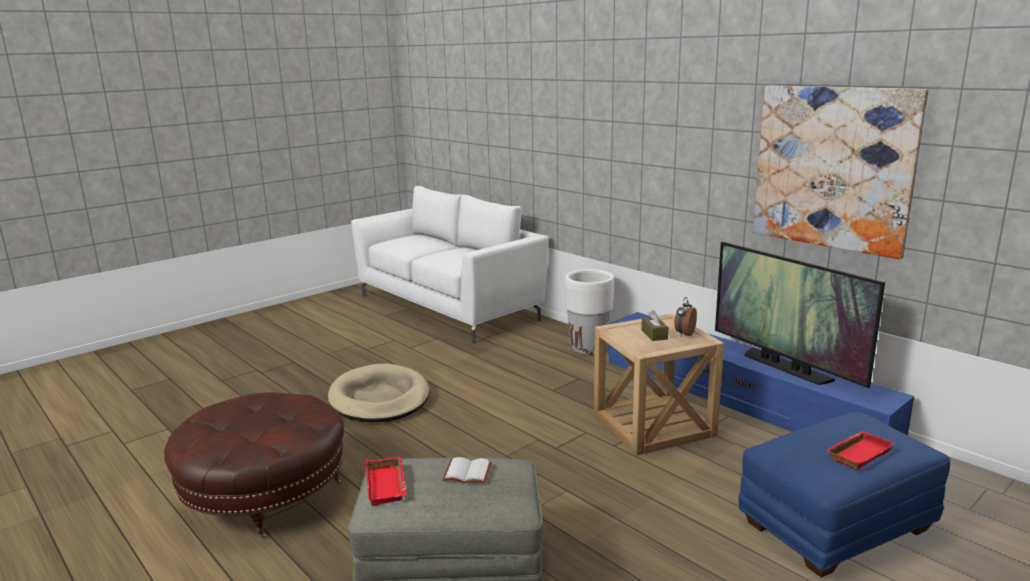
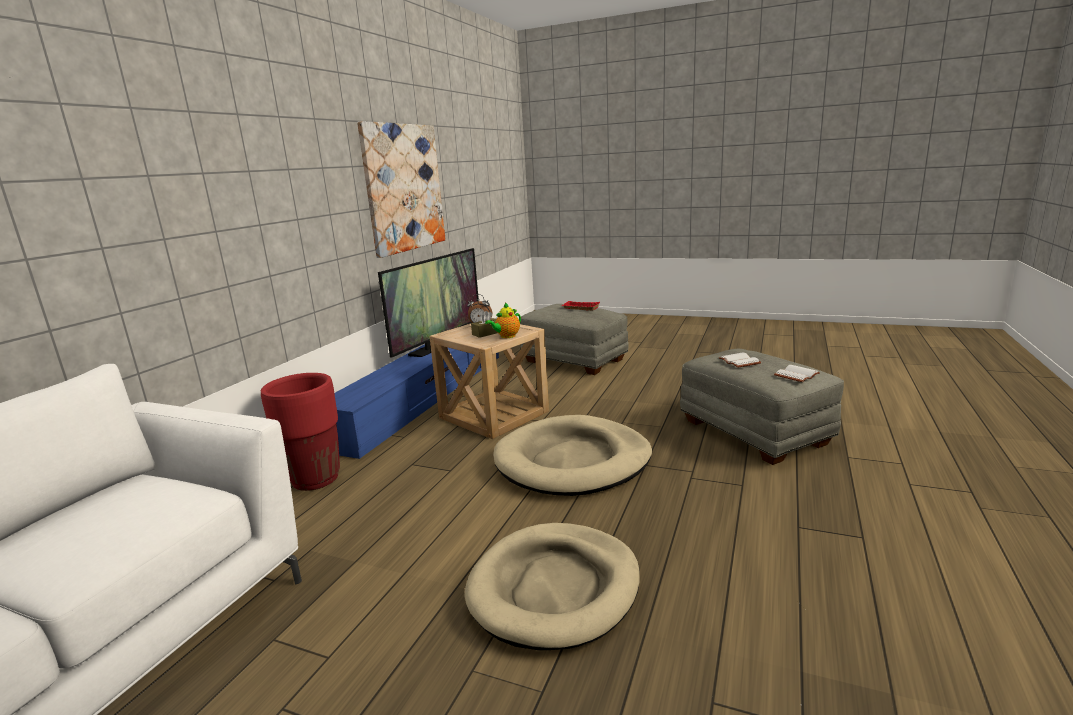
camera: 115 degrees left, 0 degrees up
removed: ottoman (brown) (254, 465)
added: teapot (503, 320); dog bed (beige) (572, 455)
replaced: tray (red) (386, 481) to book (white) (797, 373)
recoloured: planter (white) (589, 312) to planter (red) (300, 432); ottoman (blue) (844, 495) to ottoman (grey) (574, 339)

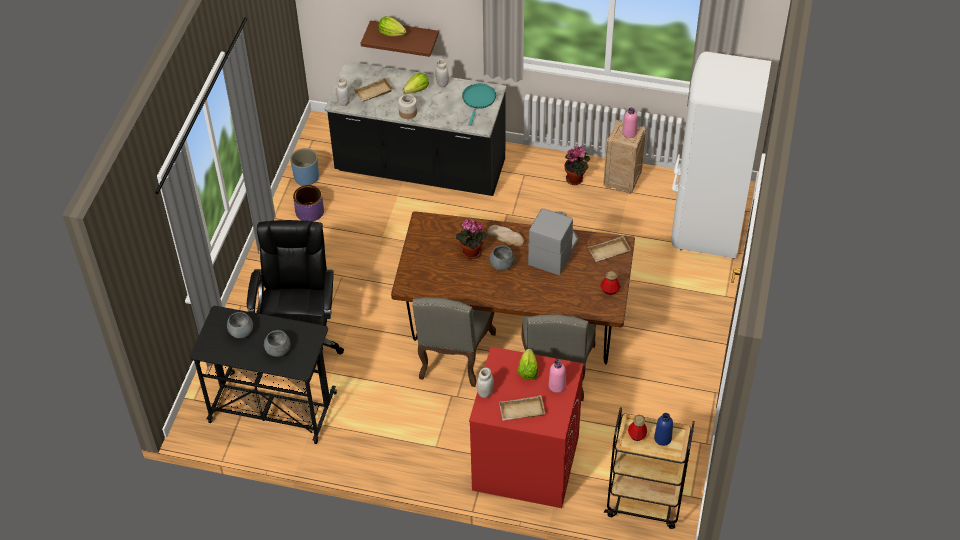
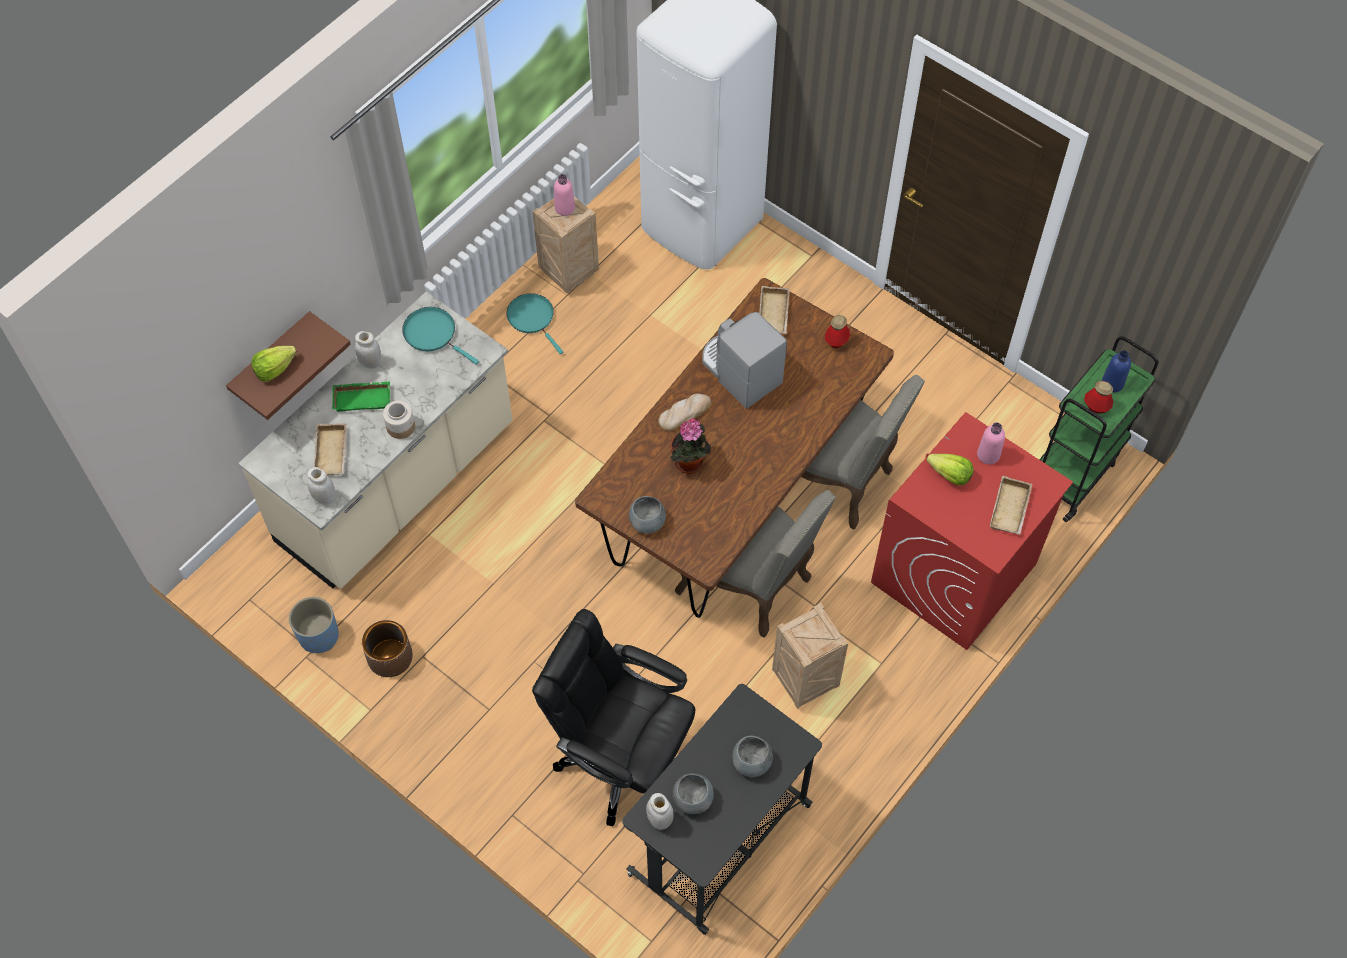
camera: 65 degrees left, 10 degrees up
added: crate (810, 656)
moved: jar (white) (485, 382) to (659, 811); bowl (grey) (502, 257) to (647, 515)
replaced: lettuce (416, 83) to tray (green) (361, 396); potted plant (577, 165) to frying pan (turquoise) (535, 323)
recoloured: planter (purple) (308, 203) to planter (brown) (387, 648); counter (black) (415, 128) to counter (beige) (375, 440); cart (brown) (649, 468) to cart (green) (1099, 429)

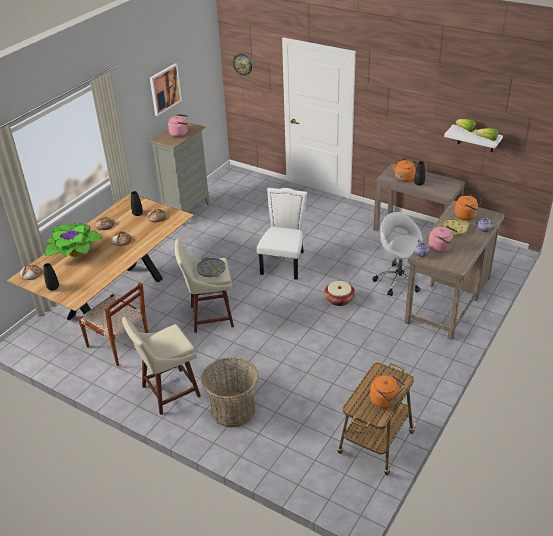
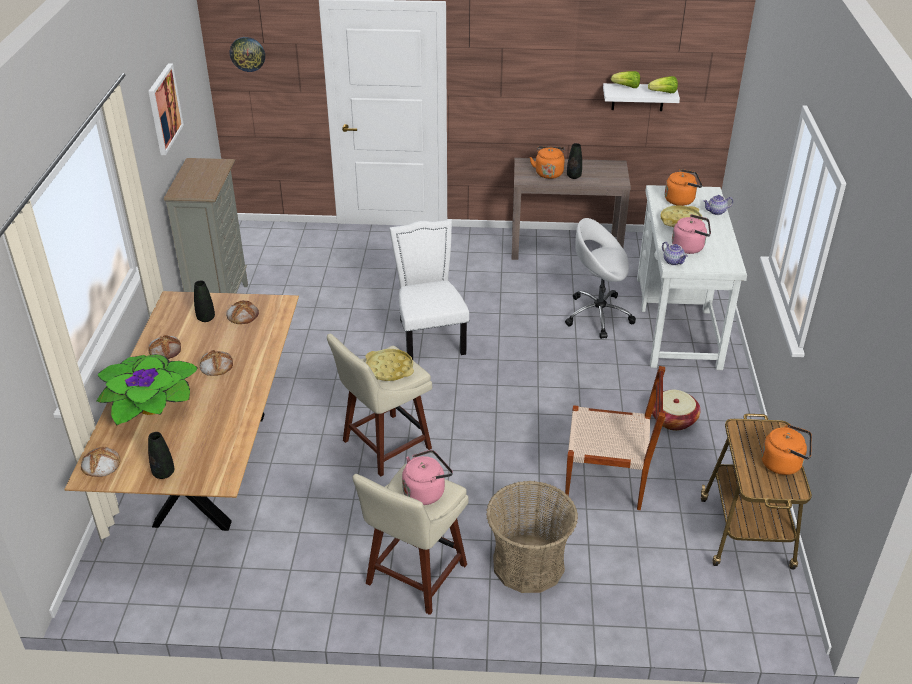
camera: 30 degrees left, 0 degrees up
moved: chair (113, 324) to (615, 438); kettle (pink) (178, 125) to (427, 477); basket (339, 293) to (676, 410)
recoloured: tray (grey) (211, 267) to tray (yellow) (389, 365); desk (brown) (454, 270) to desk (white) (692, 277)

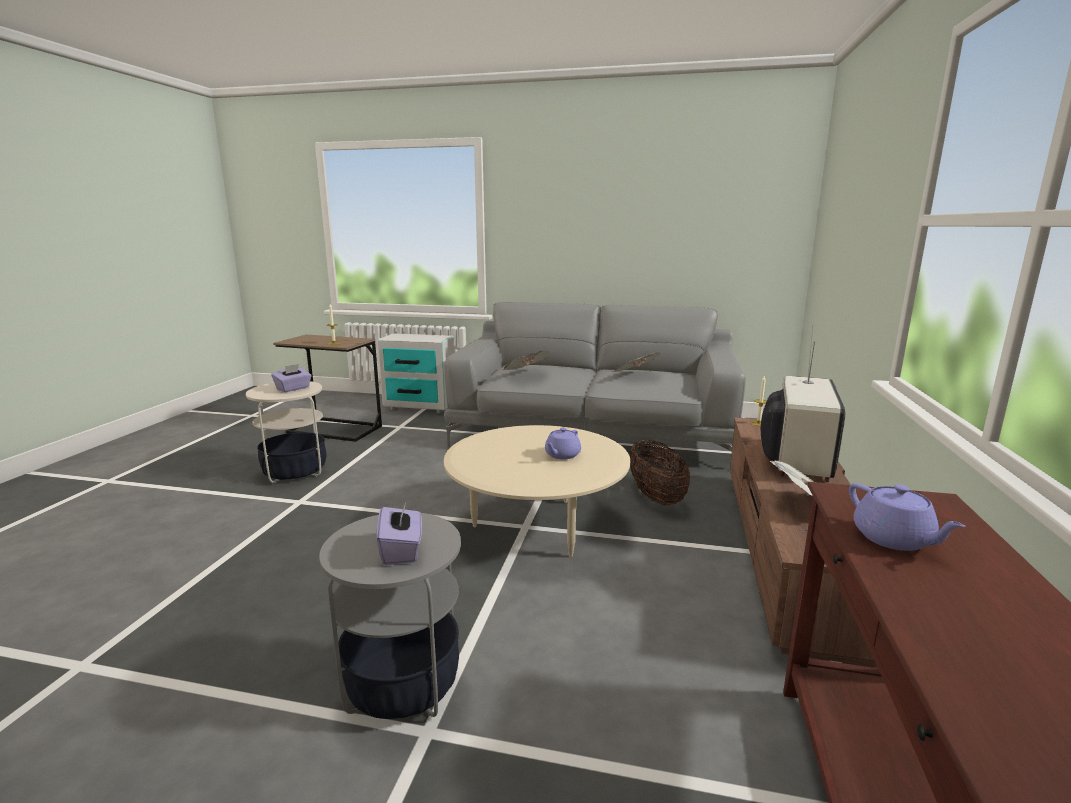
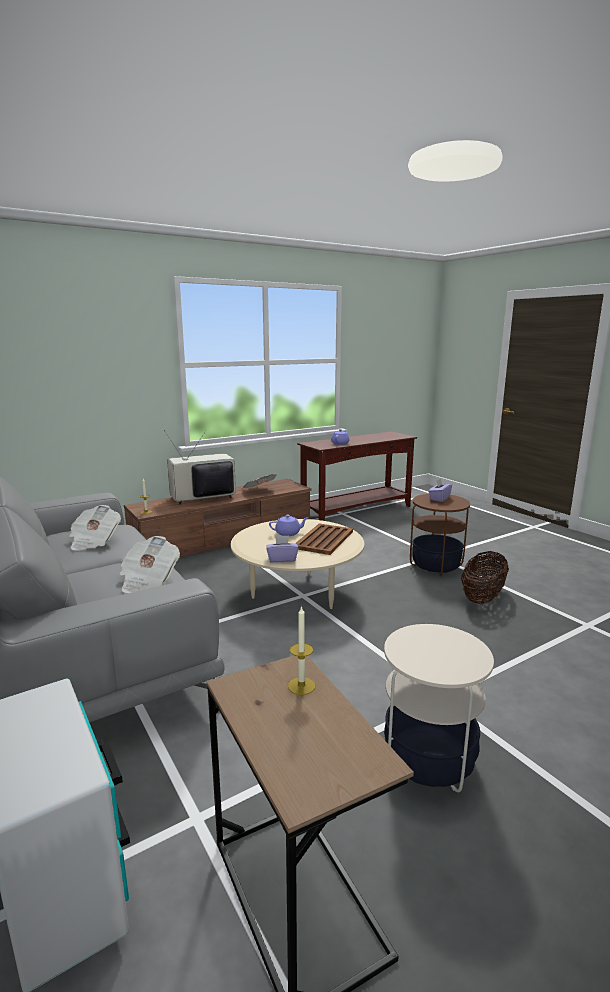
camera: 135 degrees left, 0 degrees up
added: tray (brown) (324, 539)
moved: tissue box (purple) (292, 378) to (282, 549); basket (660, 473) to (485, 577)
recoloured: side table (grey) (390, 616) to side table (brown) (440, 535)

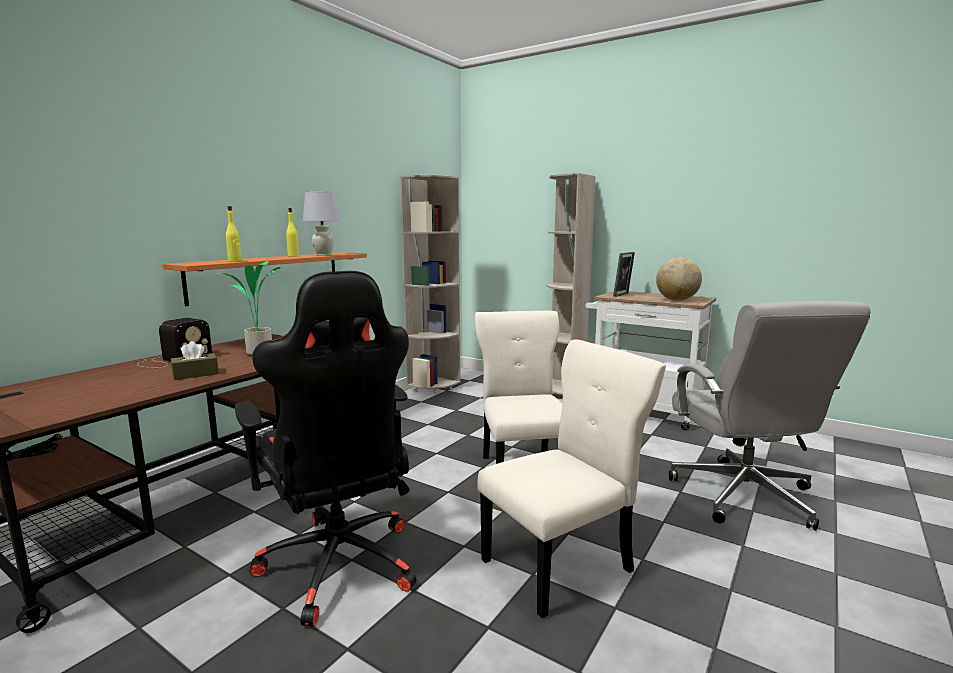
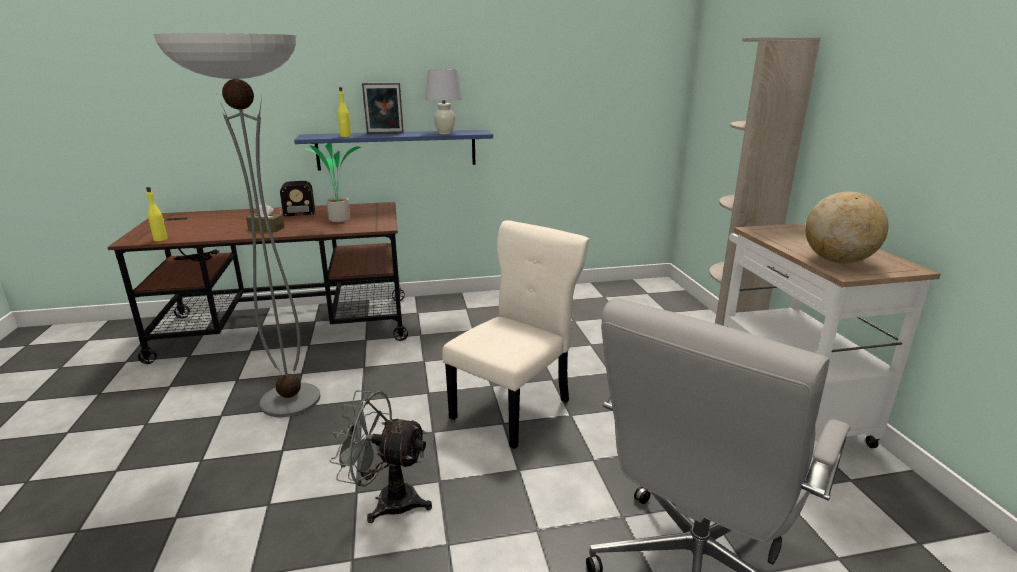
camera: 45 degrees right, 10 degrees up
removed: bookcase (beige) (430, 284)
moved: bottle (yellow) (292, 232) to (157, 214); picture frame (624, 274) to (383, 108)
replaced: office chair (black) (326, 449) to floor lamp (237, 225); chair (beige) (571, 479) to fan (grey) (381, 456)
recoloured: shelf (orange) (265, 279) to shelf (blue) (393, 150)

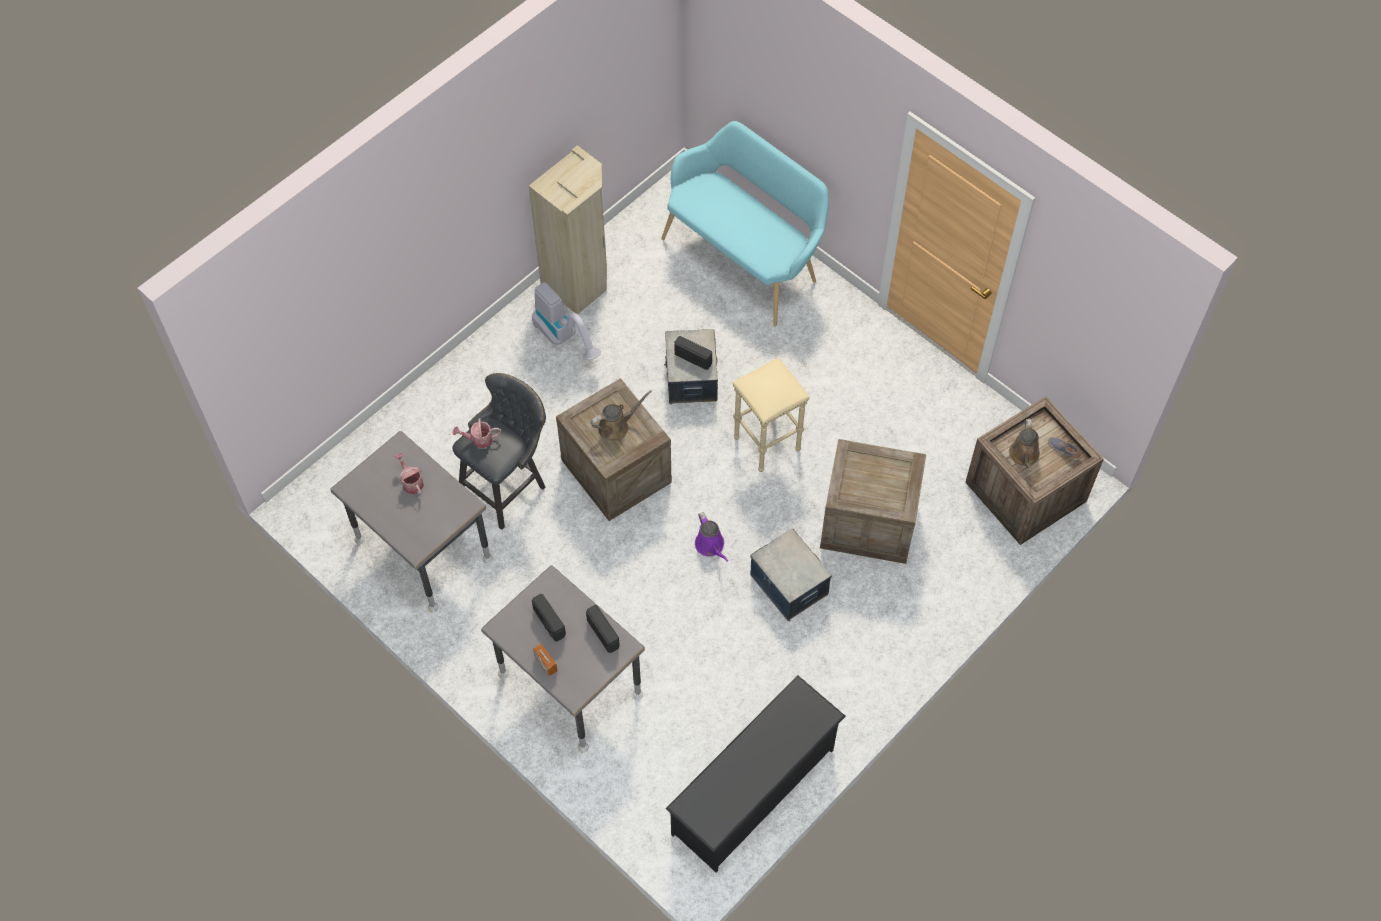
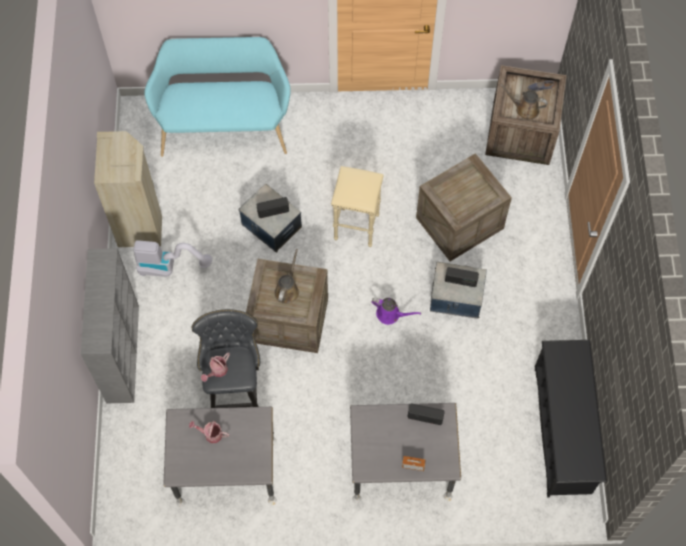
camera: 45 degrees left, 5 degrees up
added: bookcase (grey) (110, 325)
moved: radio (549, 617) to (462, 277)
turned: watering can (brown) (1024, 445) = (524, 102) 150 degrees clockwise

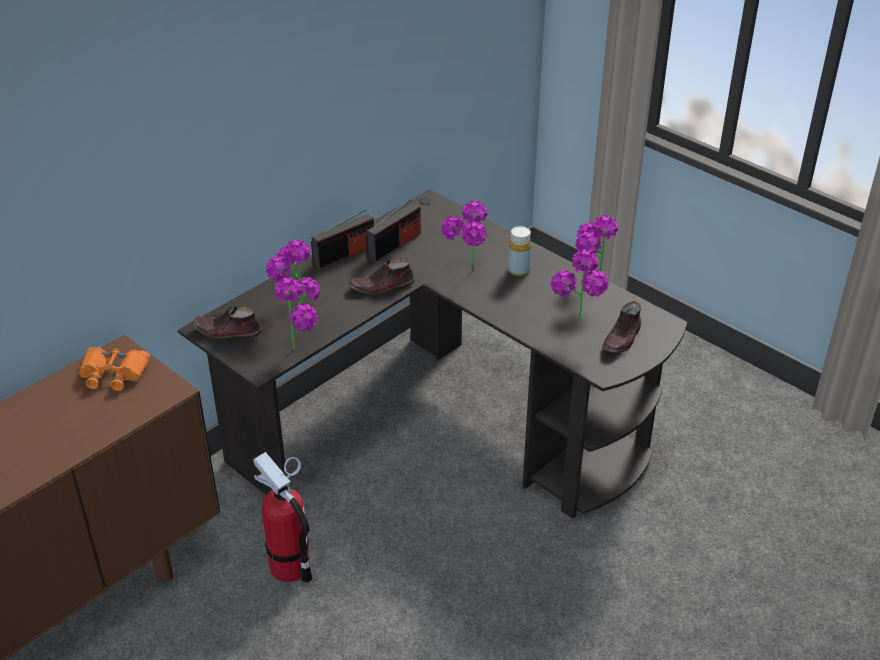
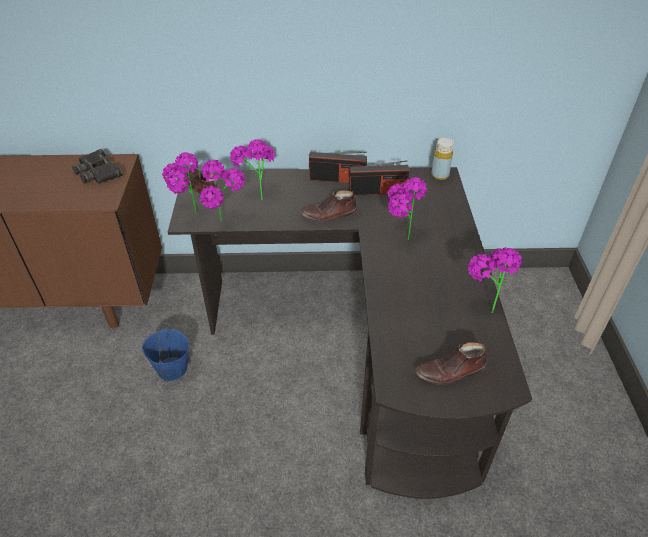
camera: 45 degrees right, 5 degrees up
moved: bottle (yellow) (519, 251) to (442, 159); potted plant (580, 284) to (180, 183)
replaced: fire extinguisher (283, 517) to bucket (blue) (165, 352)
recoloured: binoculars (orange) (114, 369) to binoculars (black) (97, 166)
turned: shoe (brown) (381, 277) = (329, 206) 45 degrees counterclockwise

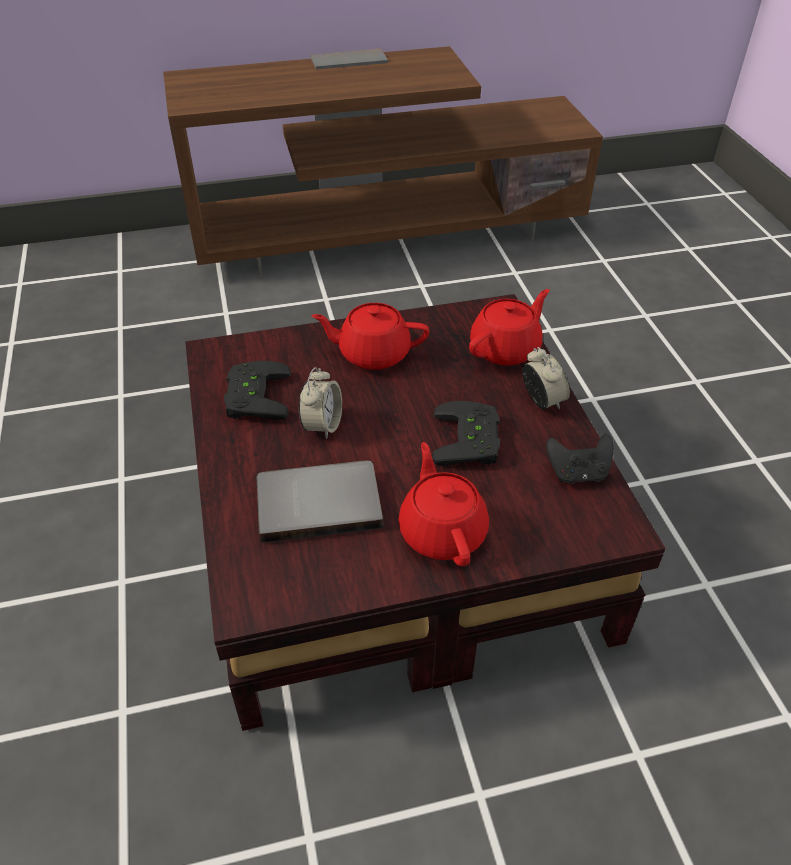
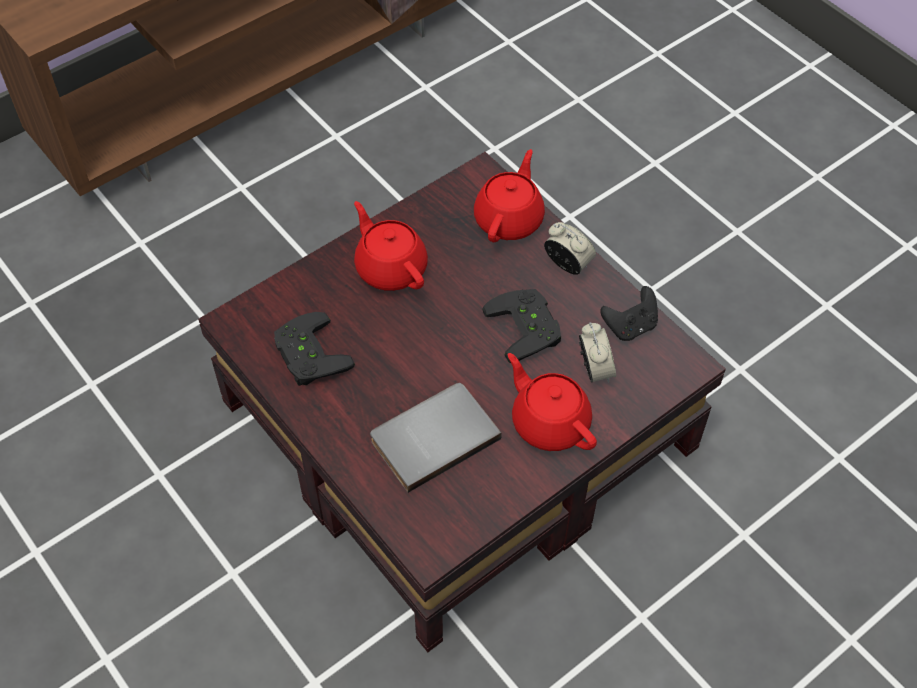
camera: 25 degrees left, 10 degrees up
moved: alarm clock (320, 403) to (597, 352)
turned: teapot (red) (370, 336) = (391, 246) 75 degrees clockwise

